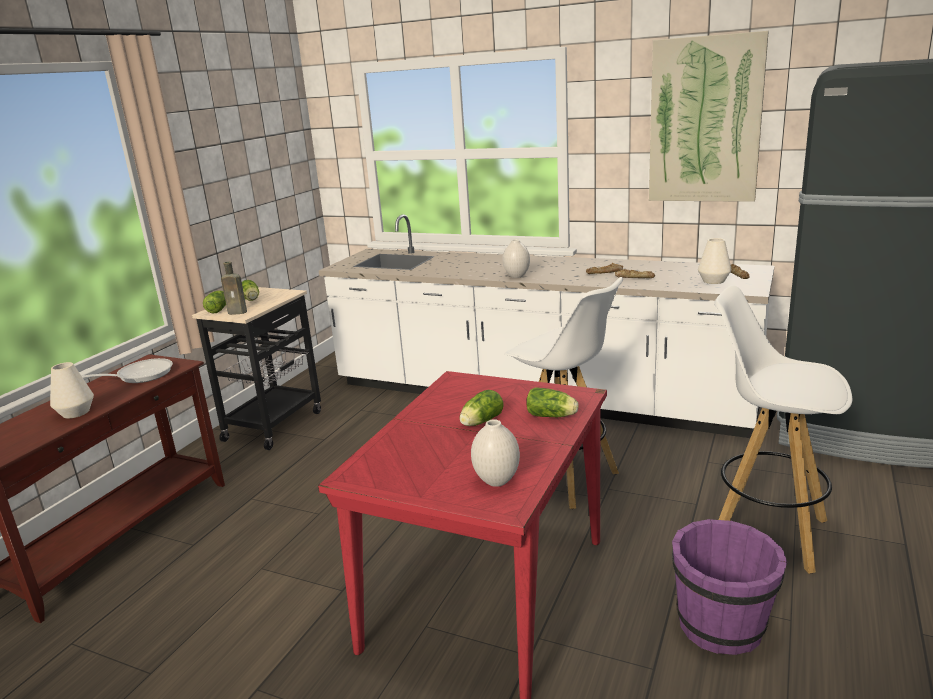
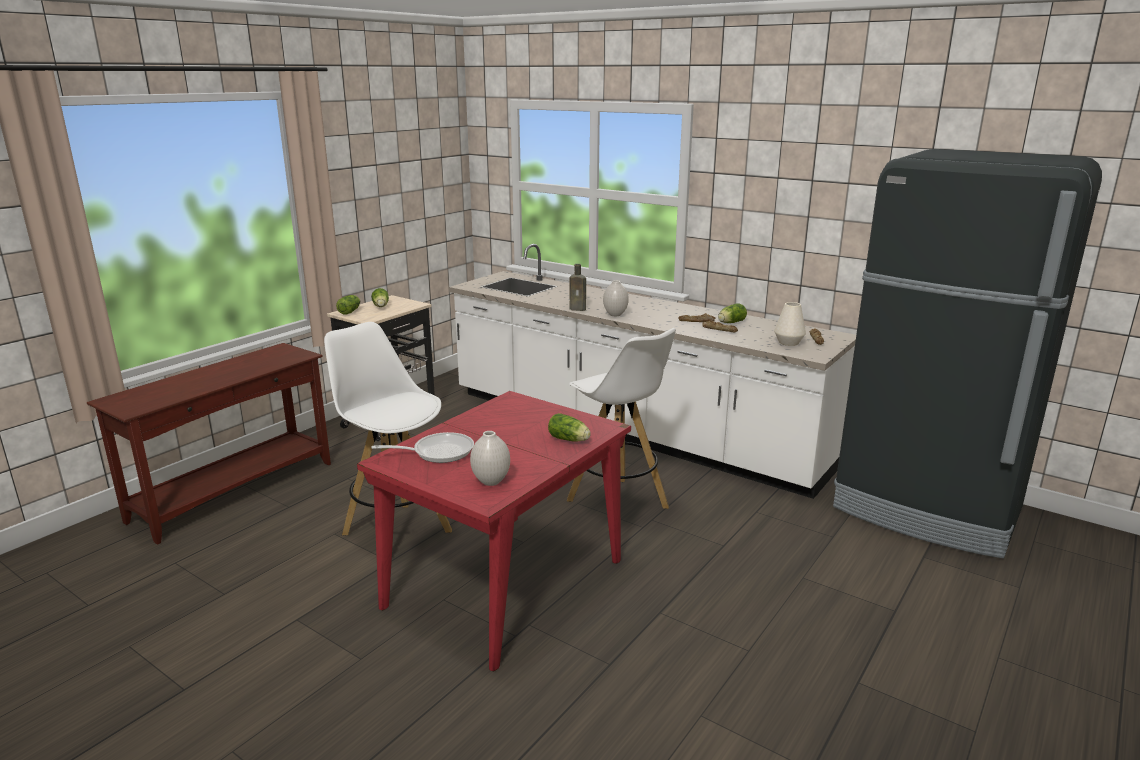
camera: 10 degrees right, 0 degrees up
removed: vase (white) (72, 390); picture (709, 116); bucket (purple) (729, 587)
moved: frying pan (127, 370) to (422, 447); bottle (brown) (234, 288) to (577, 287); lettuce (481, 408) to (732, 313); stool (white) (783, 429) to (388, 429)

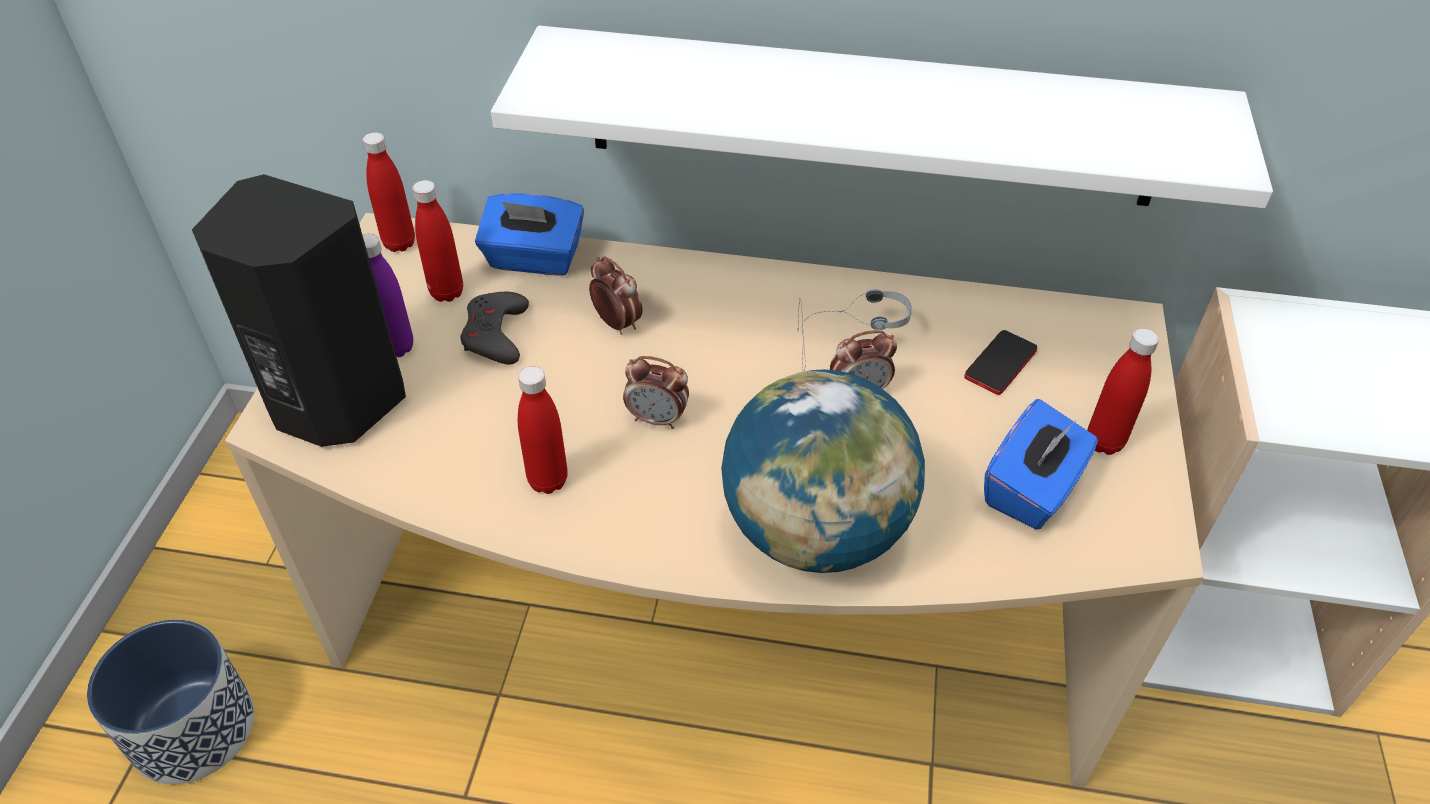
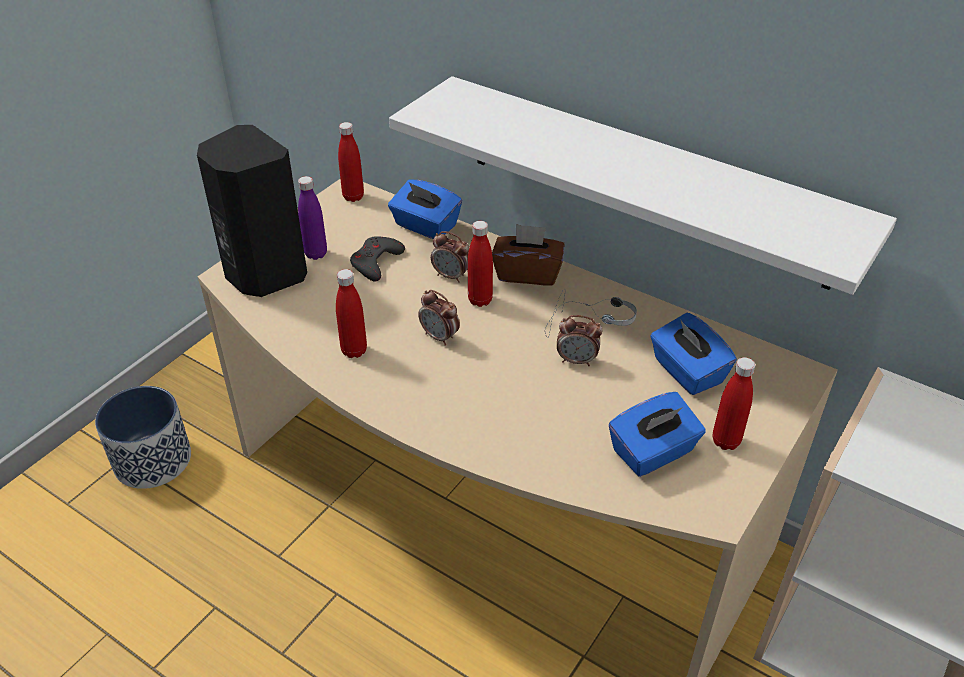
camera: 25 degrees right, 5 degrees down
removed: globe (823, 471)
added: tissue box (brown) (528, 254)
moved: bottle (red) (437, 241) to (480, 264)
replaced: phone (1000, 362) to tissue box (blue) (693, 354)
turned: alarm clock (616, 295) = (450, 257) 135 degrees clockwise

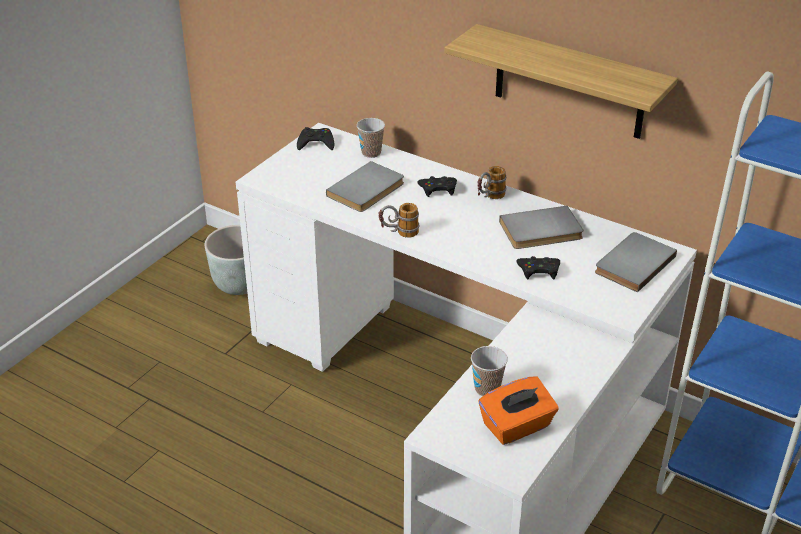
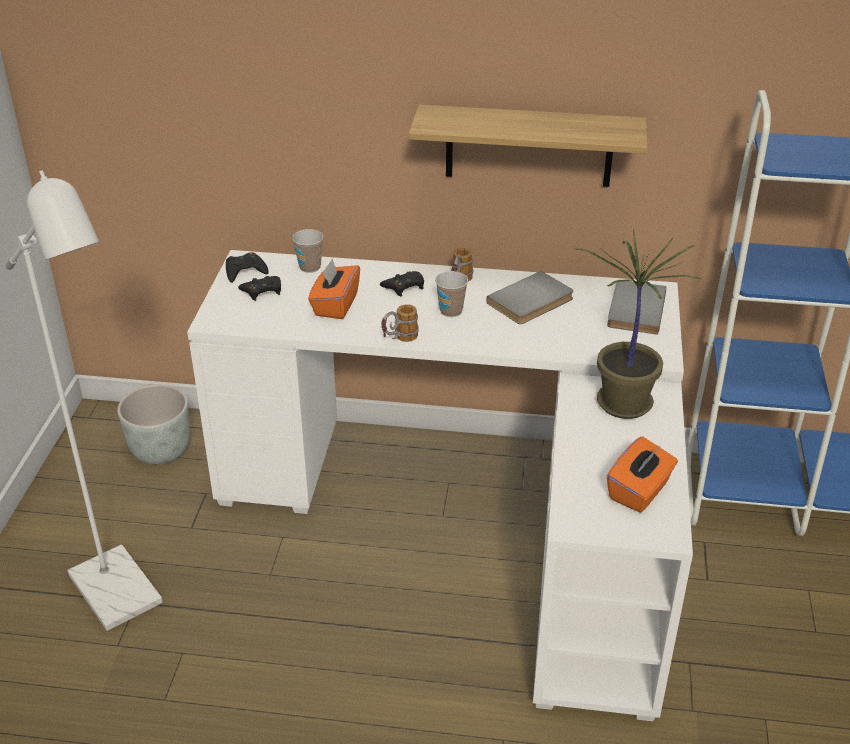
camera: 25 degrees left, 0 degrees up
added: floor lamp (white) (84, 400); potted plant (638, 324)
moved: cup (489, 371) to (451, 294); game controller (black) (538, 267) to (259, 288)
replaced: book (grey) (365, 186) to tissue box (orange) (334, 289)

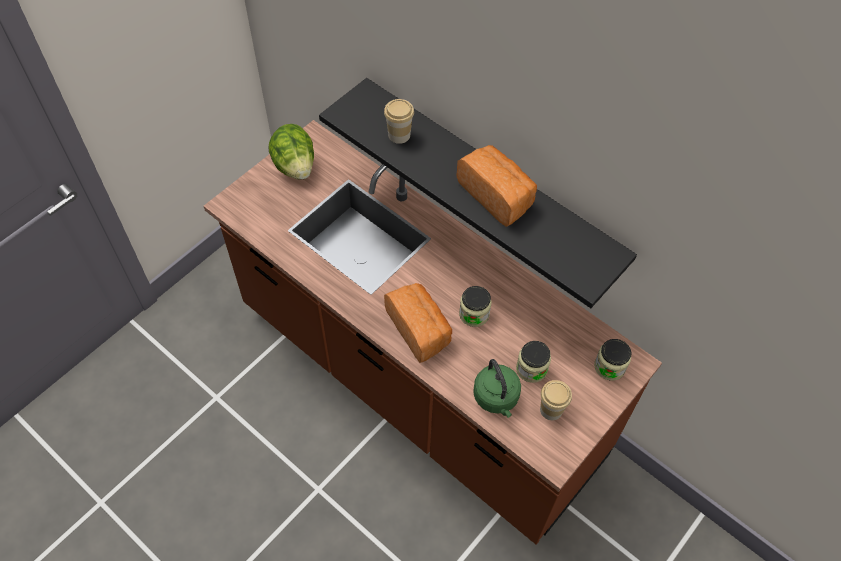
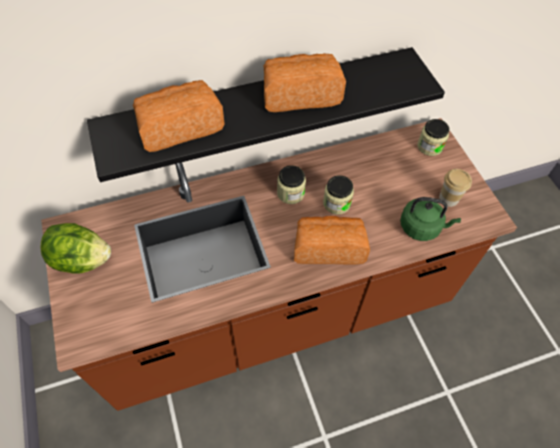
camera: 60 degrees left, 0 degrees up
moved: jar (533, 362) to (291, 184)
replaced: cup (399, 121) to bread (179, 116)

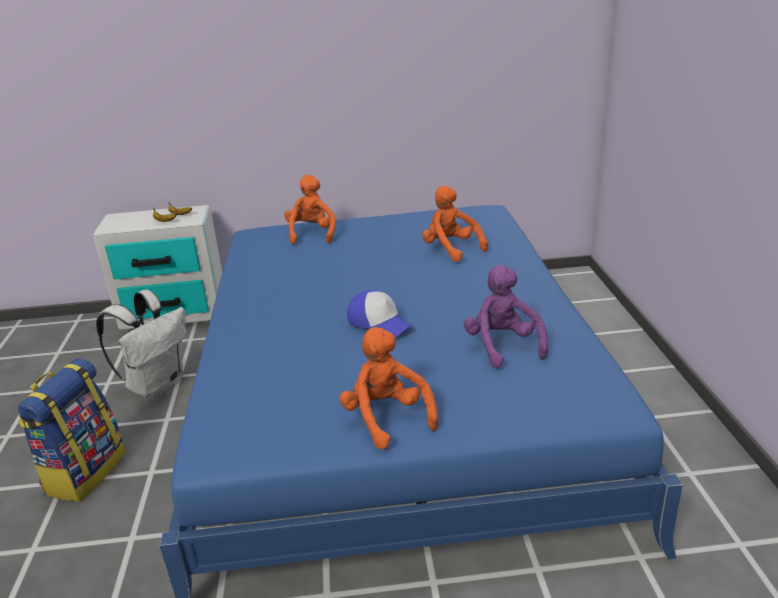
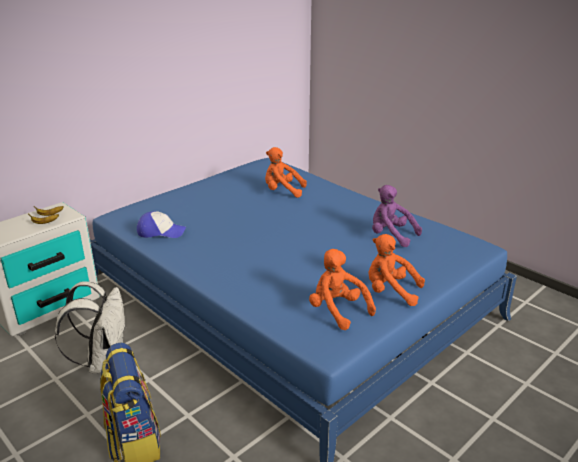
camera: 40 degrees left, 0 degrees up
moved: plush toy (orange) (310, 209) to (342, 289); cap (380, 313) to (161, 224)

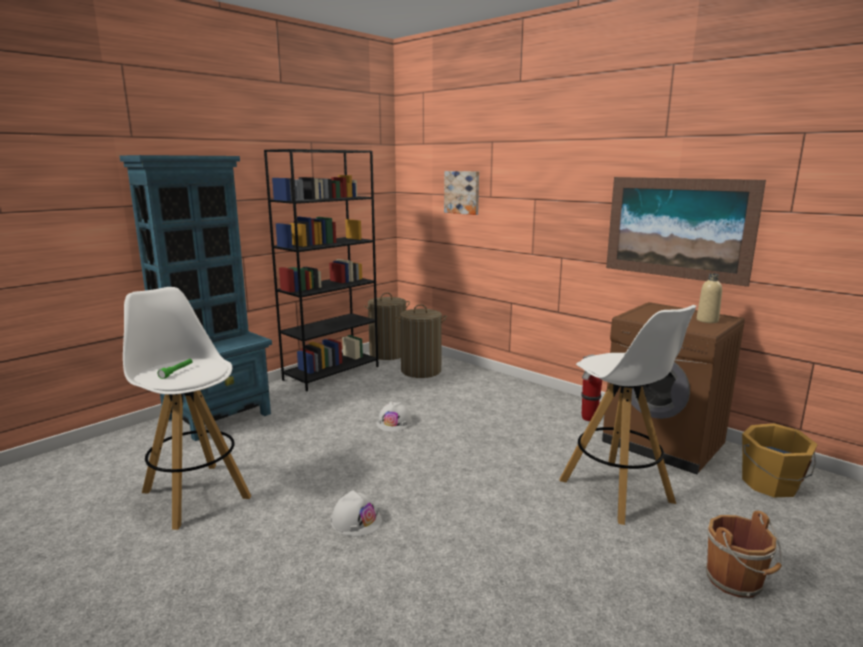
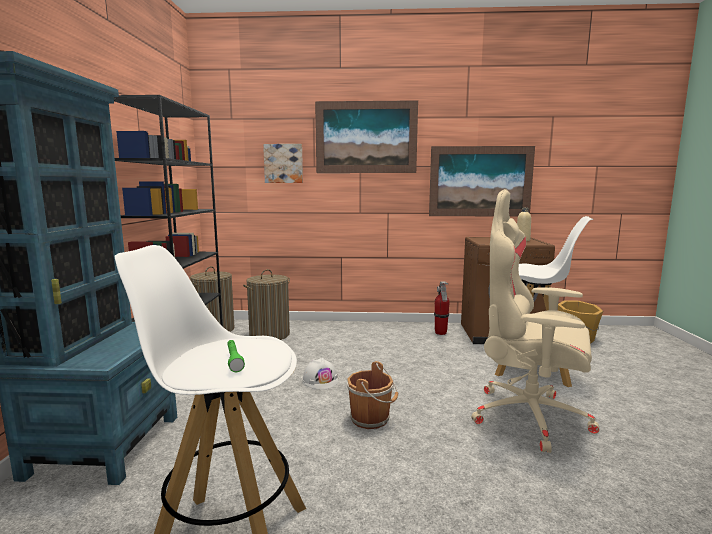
camera: 40 degrees left, 5 degrees down
removed: hard hat (white) (356, 513)
added: picture (366, 136); office chair (beige) (535, 321)
moved: bucket (brown) (743, 554) to (372, 395)

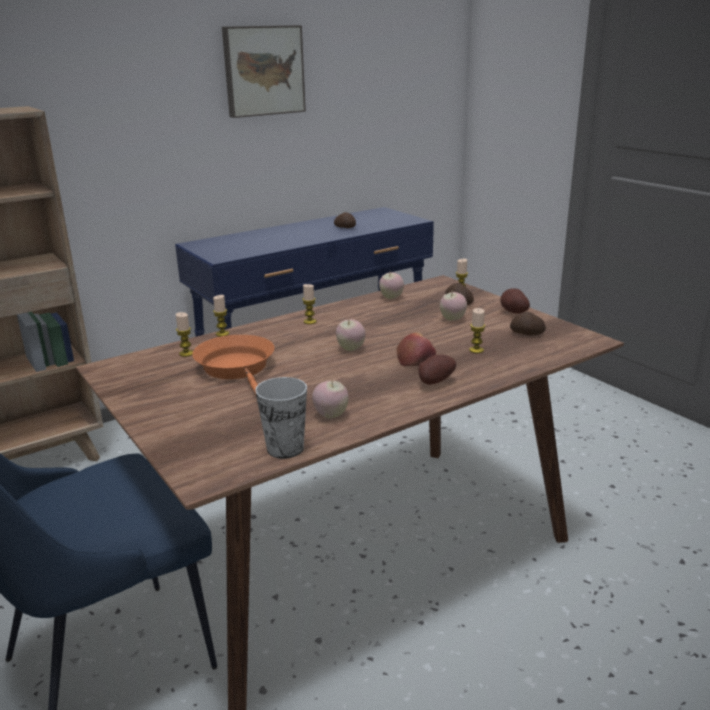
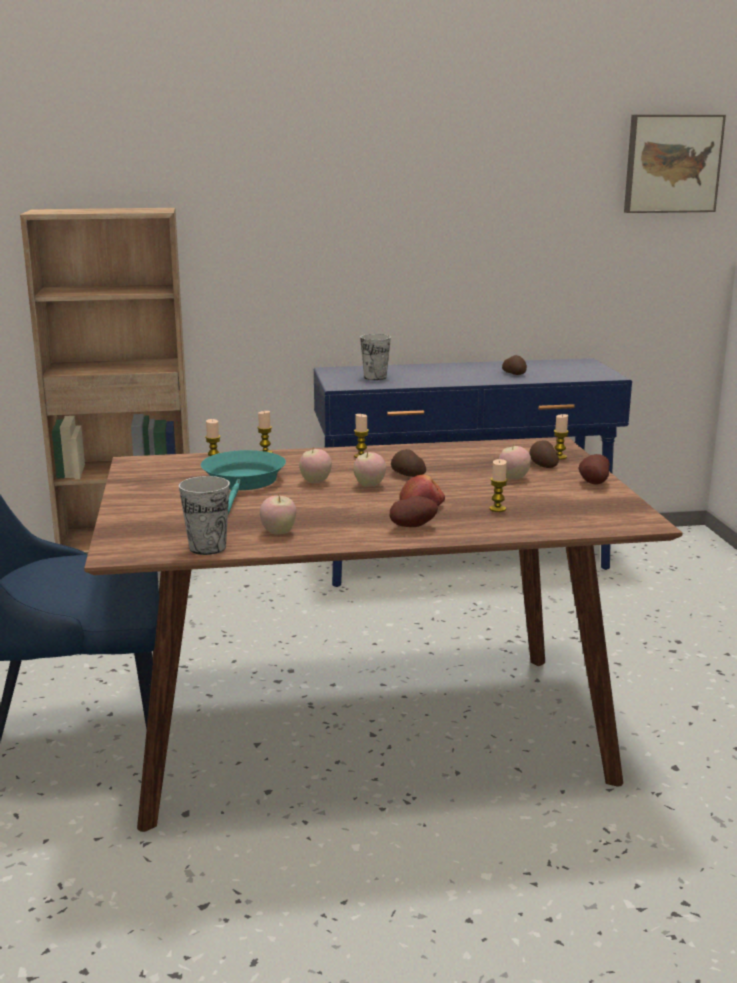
camera: 25 degrees right, 5 degrees down
added: cup (375, 357)
moved: picture (264, 71) to (675, 164); apple (391, 286) to (315, 466); potato (528, 323) to (408, 463)
recoloured: frying pan (orange) (233, 365) to frying pan (turquoise) (243, 482)

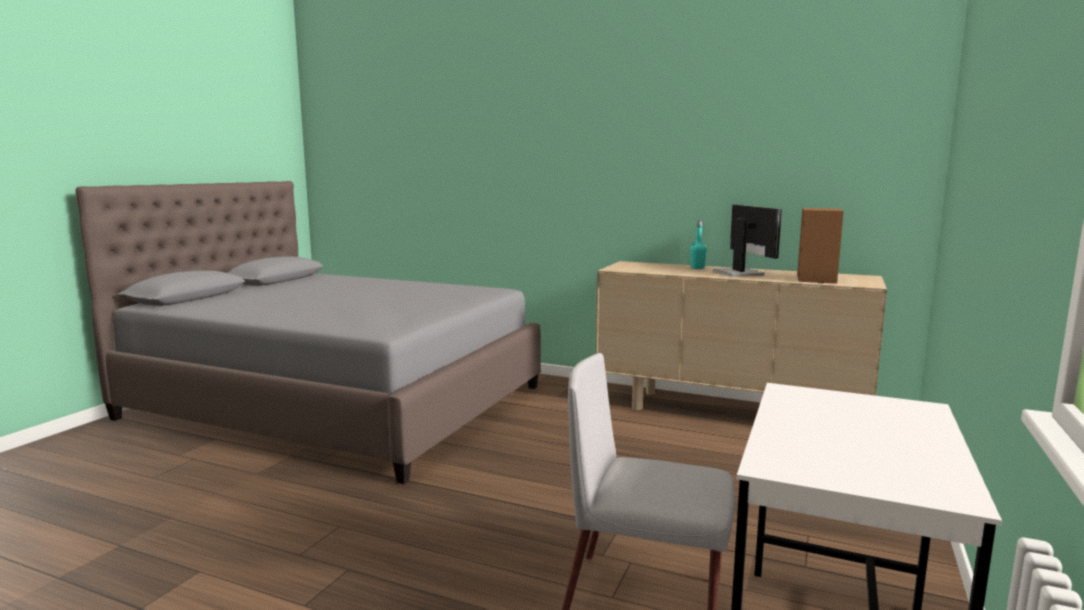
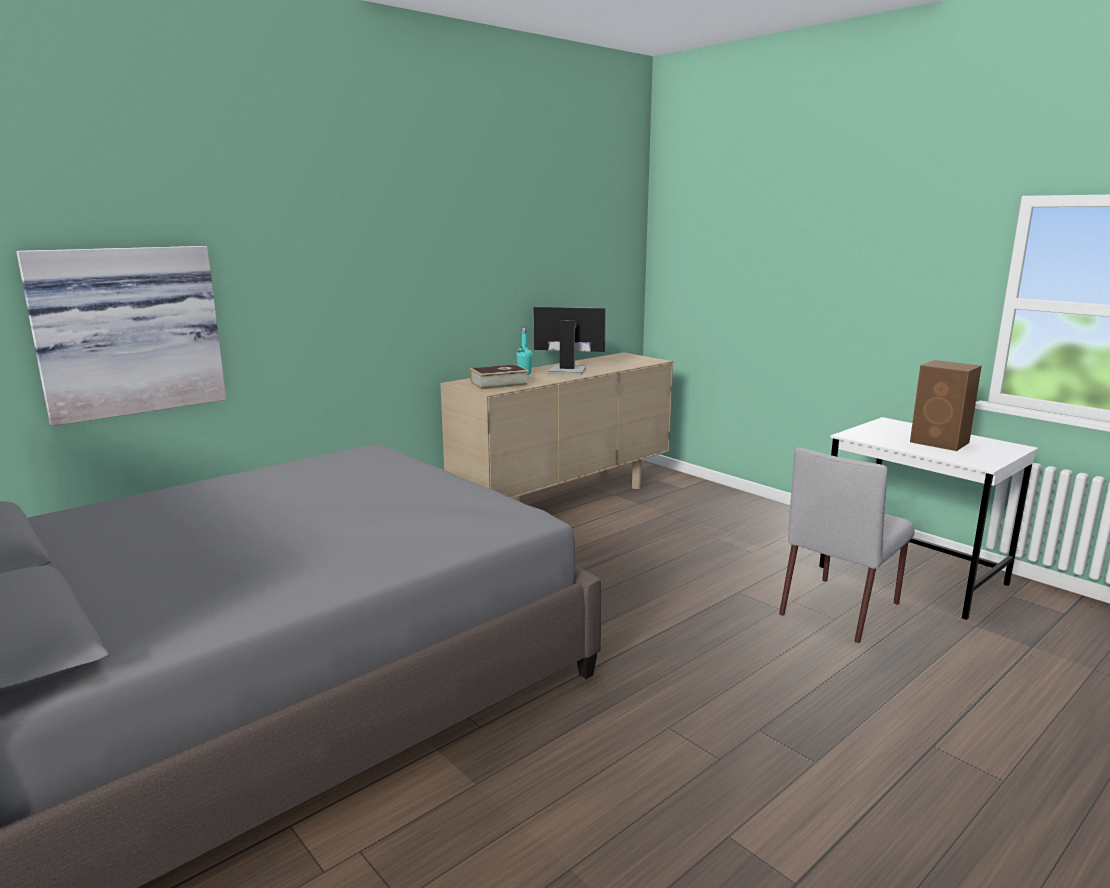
camera: 65 degrees left, 5 degrees up
added: picture (121, 336); book (499, 377)
moved: speaker (brown) (820, 246) to (946, 405)

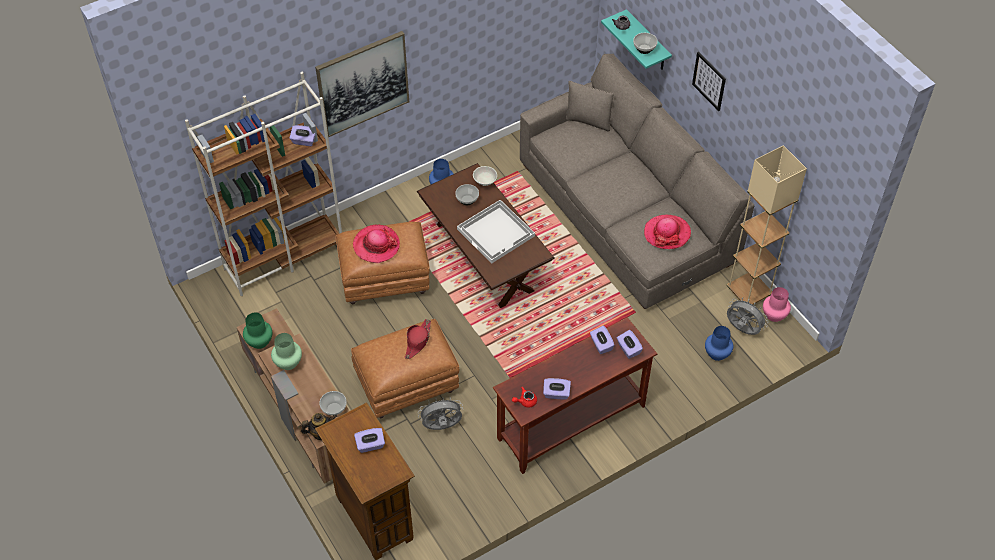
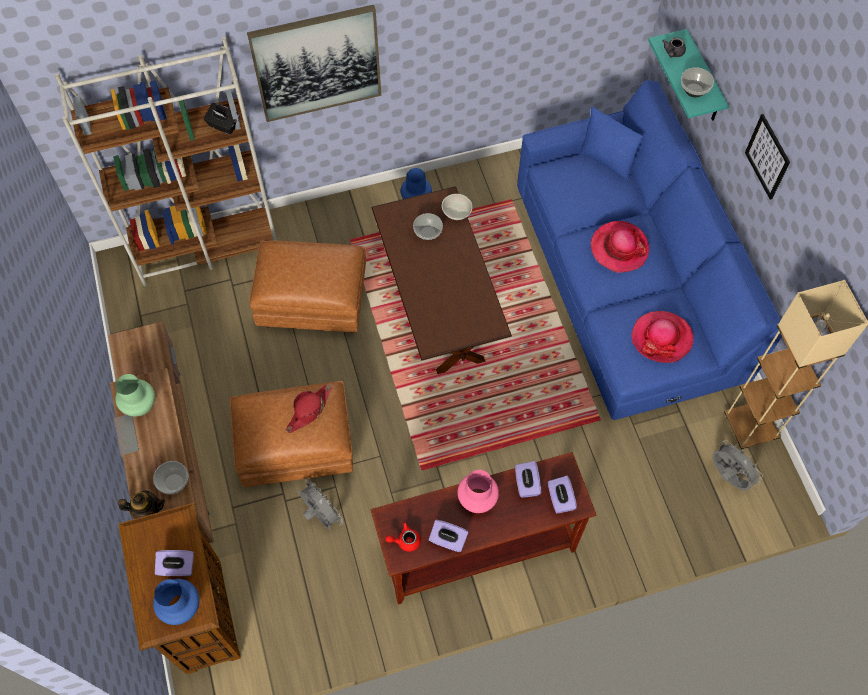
camera: 15 degrees right, 10 degrees up
removed: vase (green) (257, 331); tray (white) (496, 232)
moved: hat (376, 243) to (620, 247); vase (blue) (719, 343) to (176, 602); vase (pink) (777, 304) to (478, 491)
recoloured: tissue box (purple) (303, 135) to tissue box (black) (221, 118); sofa (grey) (637, 181) to sofa (blue) (649, 250)
turned: fan (grey) (440, 414) = (320, 504) 45 degrees clockwise

